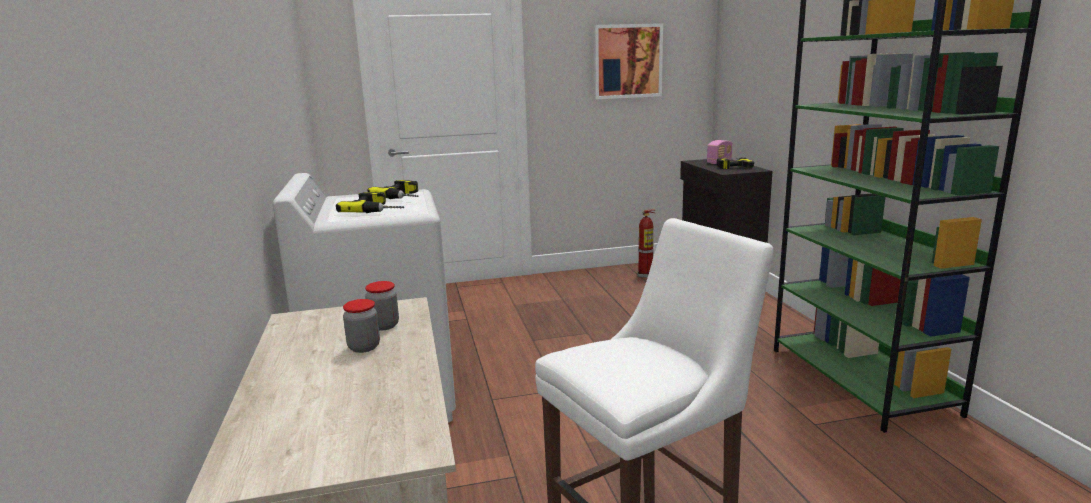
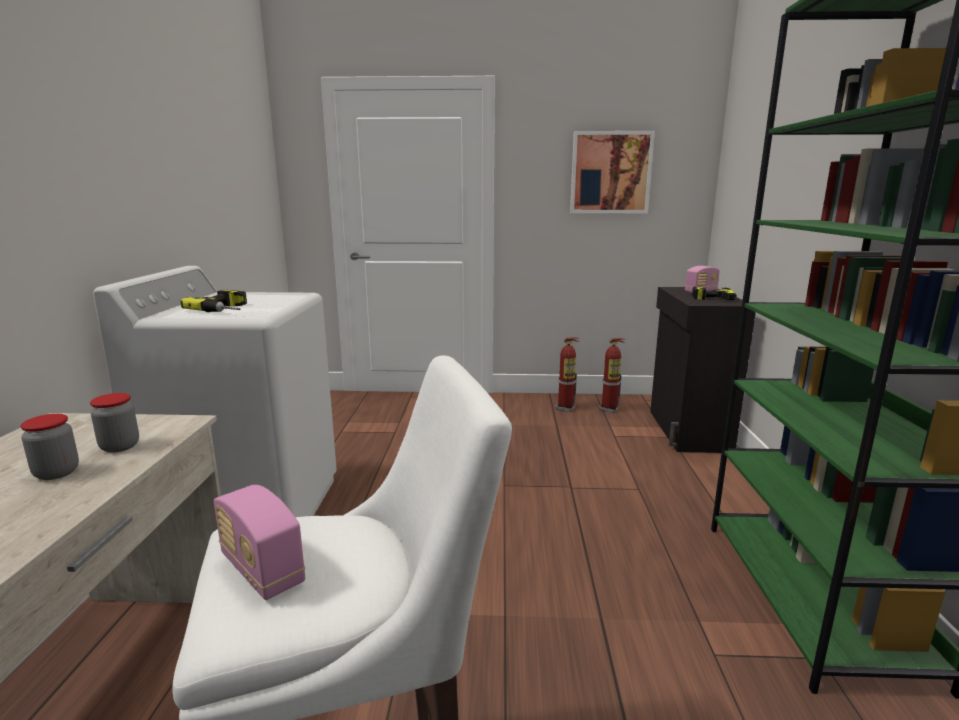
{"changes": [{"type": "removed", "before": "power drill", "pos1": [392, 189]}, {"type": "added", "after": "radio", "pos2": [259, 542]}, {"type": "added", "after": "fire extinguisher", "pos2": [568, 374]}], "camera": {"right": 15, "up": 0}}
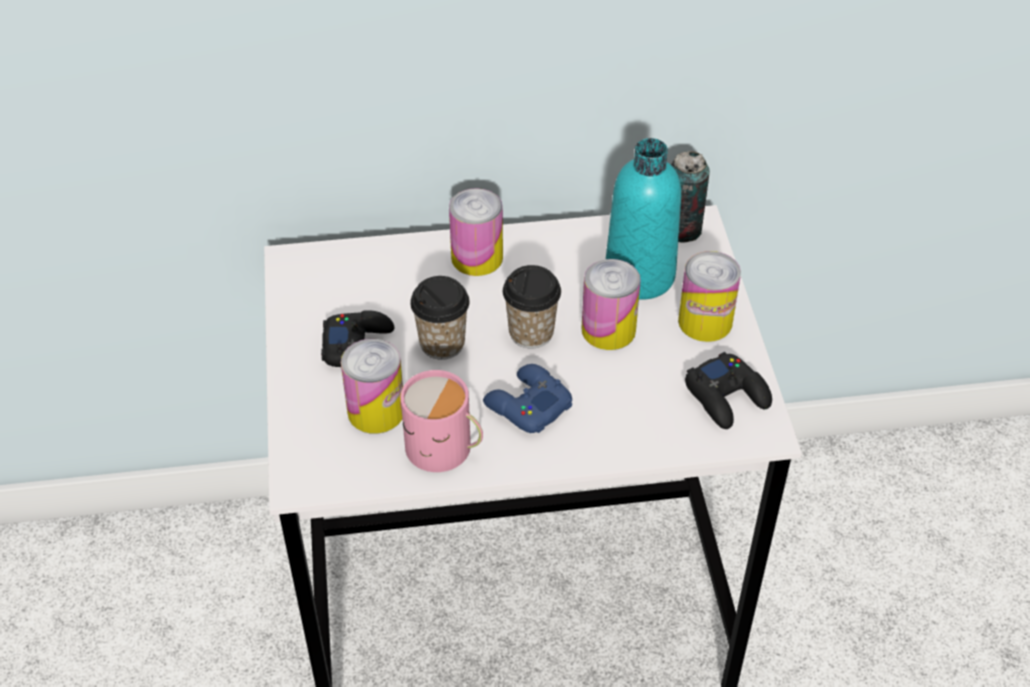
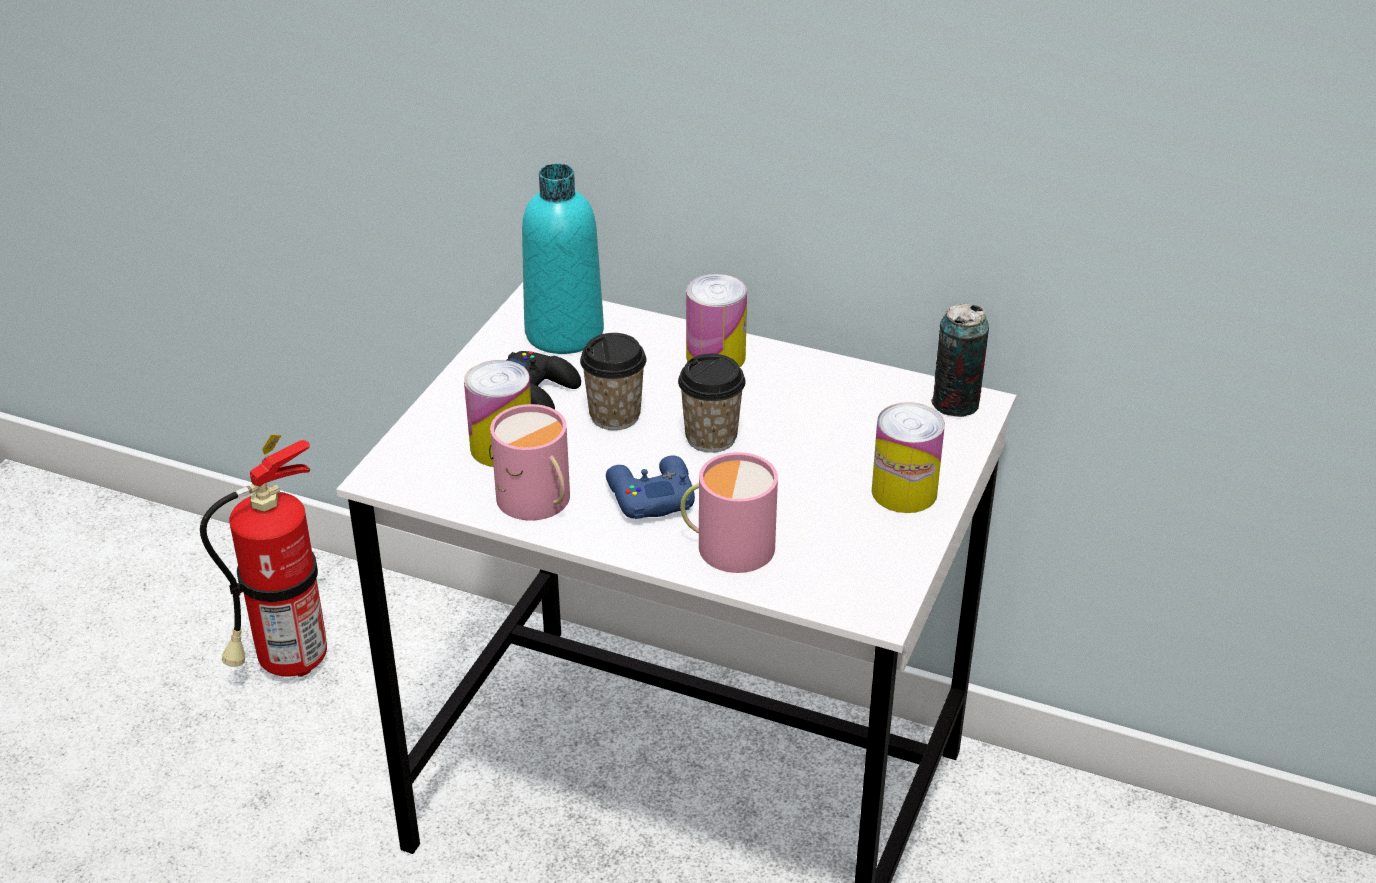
{"changes": [{"type": "removed", "before": "metal can", "pos1": [611, 304]}, {"type": "moved", "before": "blue-green beverage bottle", "pos1": [643, 219], "pos2": [563, 259]}, {"type": "removed", "before": "black-coloured game controller", "pos1": [728, 390]}, {"type": "added", "after": "fire extinguisher", "pos2": [263, 556]}, {"type": "added", "after": "pink-coloured mug", "pos2": [729, 512]}], "camera": {"right": 30, "up": -10}}
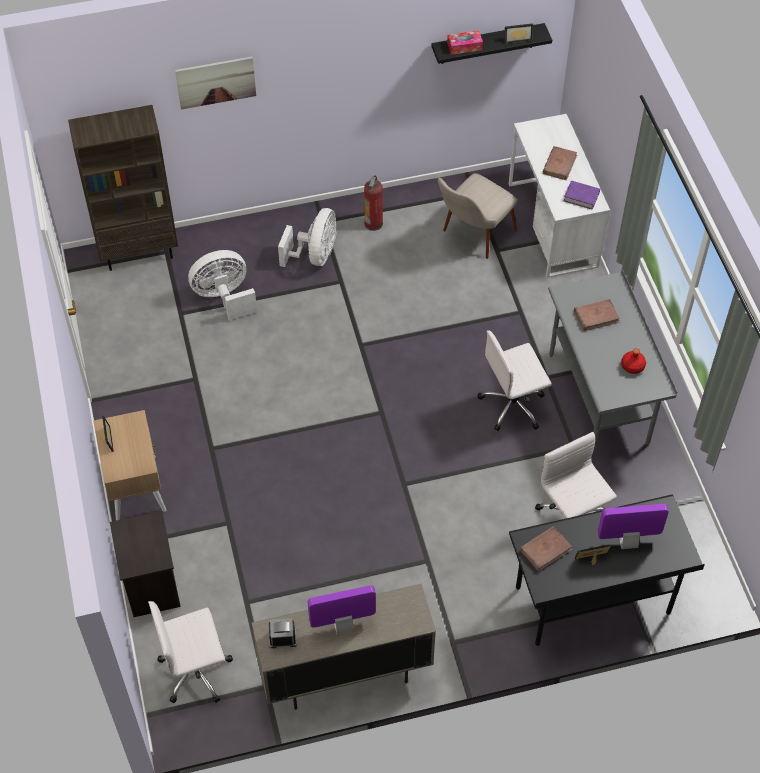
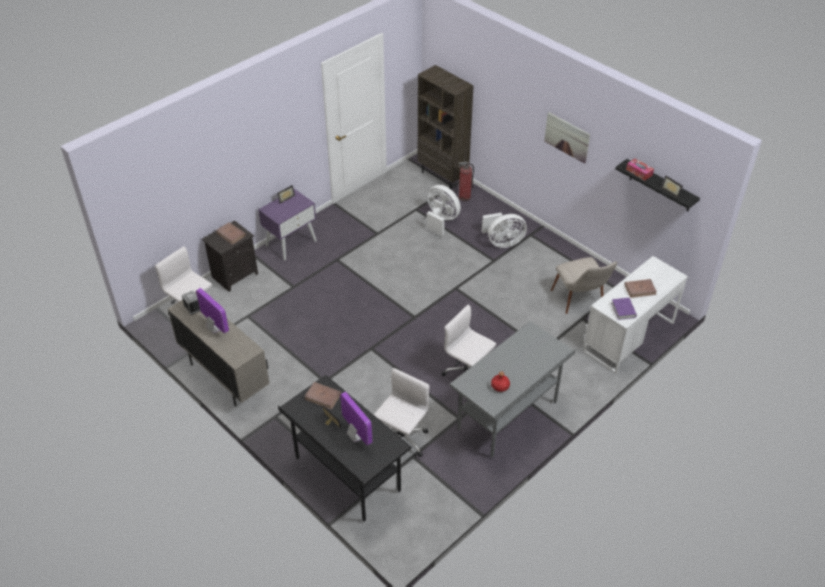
{"changes": [{"type": "recoloured", "before": "sand-coloured nightstand", "after": "purple nightstand", "pos1": [129, 465], "pos2": [287, 224]}, {"type": "moved", "before": "wall picture", "pos1": [215, 83], "pos2": [567, 138]}, {"type": "moved", "before": "fire extinguisher", "pos1": [373, 203], "pos2": [466, 181]}, {"type": "turned", "before": "sand-coloured chair", "pos1": [478, 216], "pos2": [584, 285], "turn": -120}, {"type": "moved", "before": "brown-coloured book", "pos1": [597, 315], "pos2": [231, 233]}], "camera": {"right": 60, "up": -10}}
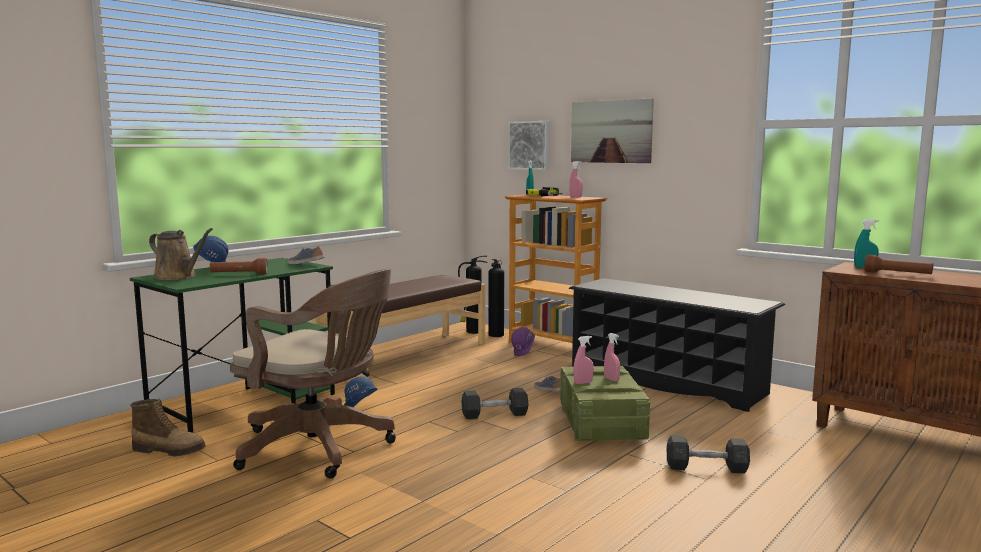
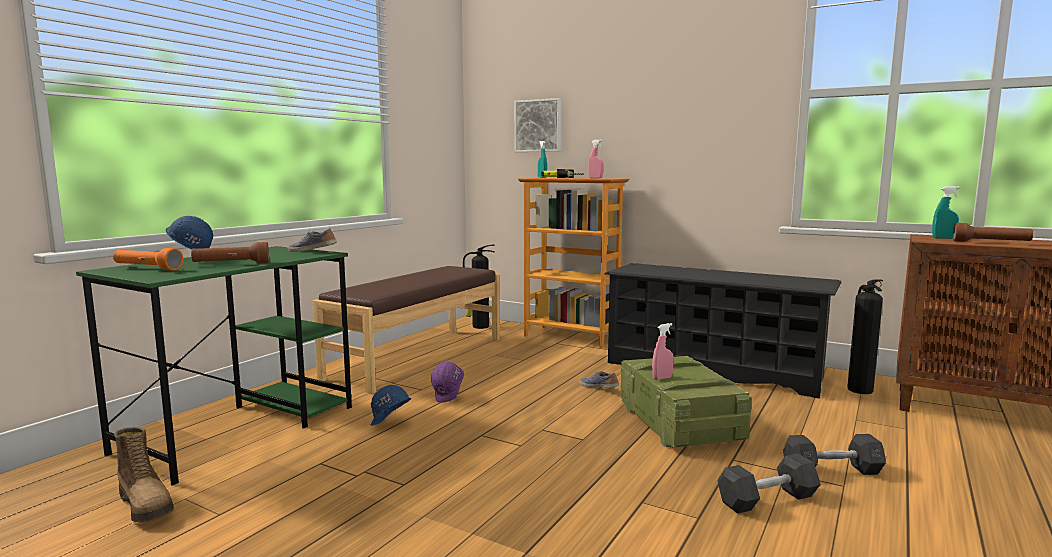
{"changes": [{"type": "turned", "before": "high-top boot", "pos1": [168, 427], "pos2": [144, 474], "turn": 45}, {"type": "replaced", "before": "brown-coloured watering can", "after": "orange-coloured flashlight", "pos1": [181, 254], "pos2": [148, 259]}, {"type": "removed", "before": "brown-coloured computer chair", "pos1": [313, 373]}, {"type": "moved", "before": "gray hand weight", "pos1": [495, 403], "pos2": [769, 483]}, {"type": "moved", "before": "fire extinguisher", "pos1": [496, 298], "pos2": [865, 336]}, {"type": "moved", "before": "purple safety helmet", "pos1": [523, 341], "pos2": [447, 382]}, {"type": "removed", "before": "wall picture", "pos1": [612, 130]}, {"type": "removed", "before": "pink-coloured hand sprayer", "pos1": [612, 357]}], "camera": {"right": -10, "up": 0}}
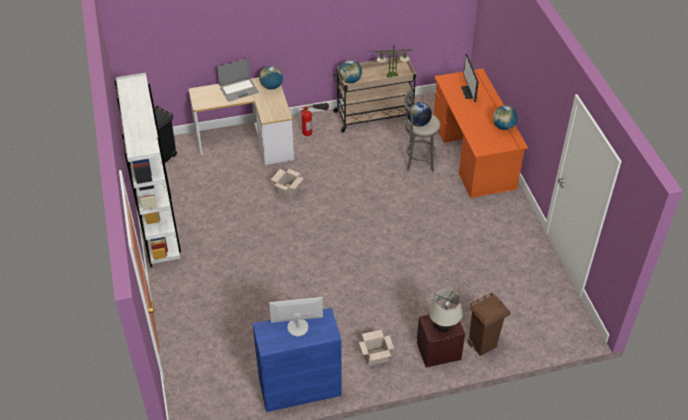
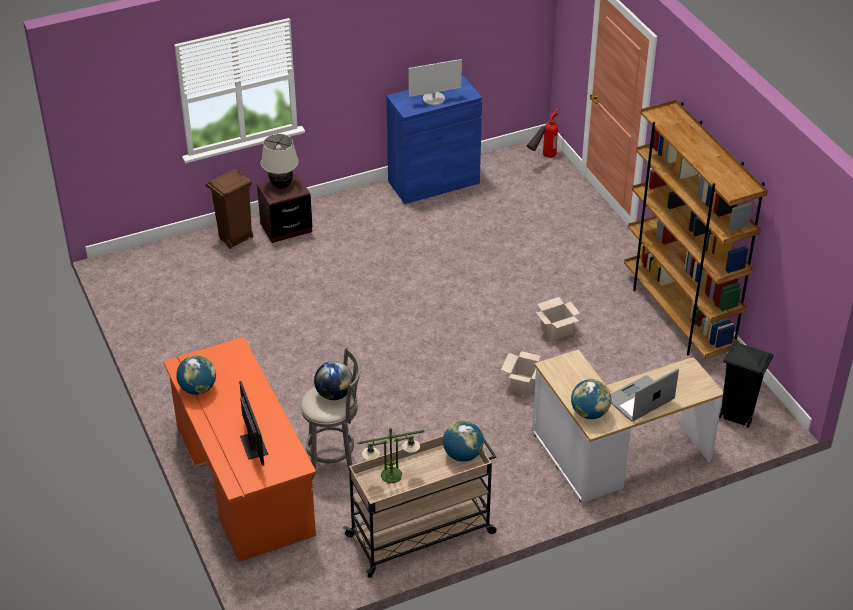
{"changes": [{"type": "recoloured", "before": "white shelving unit", "after": "brown-coloured shelving unit", "pos1": [147, 170], "pos2": [696, 229]}, {"type": "moved", "before": "fire extinguisher", "pos1": [314, 119], "pos2": [542, 133]}, {"type": "moved", "before": "carton", "pos1": [376, 348], "pos2": [558, 319]}], "camera": {"right": 170, "up": -5}}
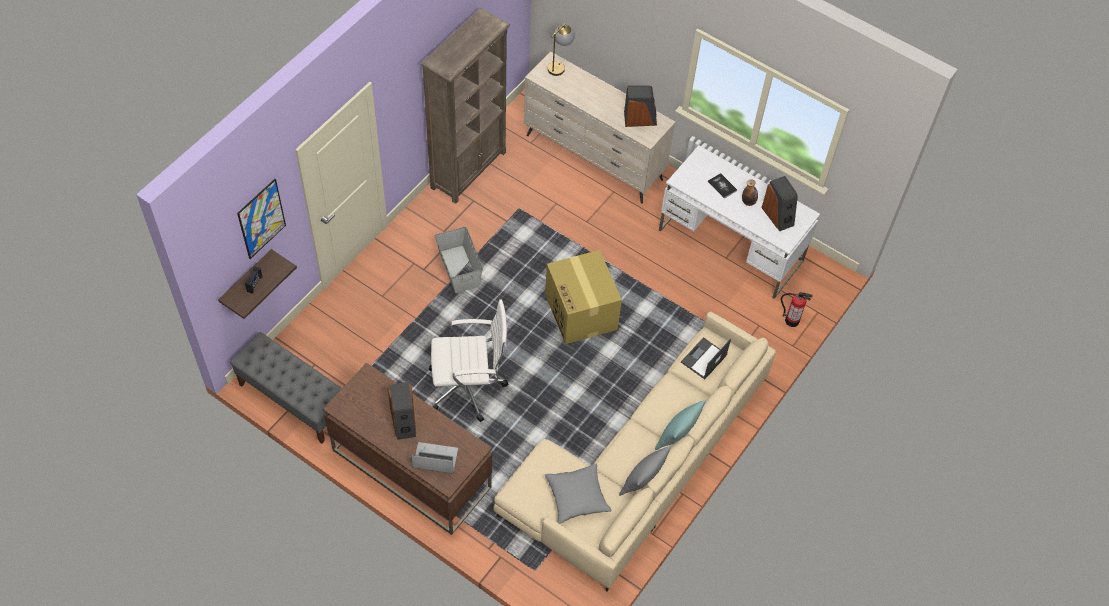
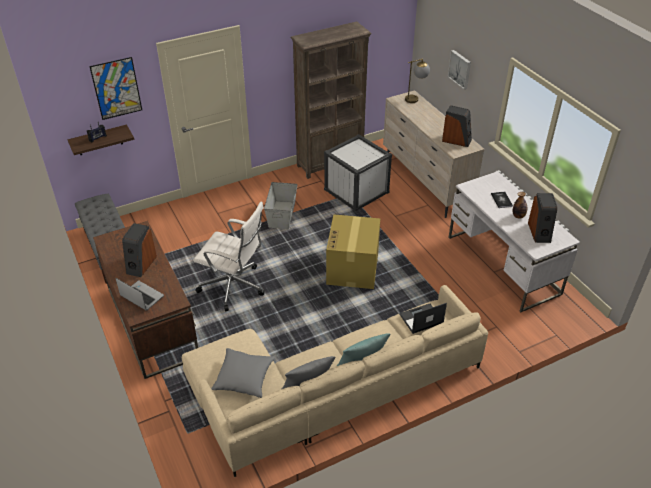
{"changes": [{"type": "removed", "before": "fire extinguisher", "pos1": [797, 309]}, {"type": "added", "after": "white storage box", "pos2": [358, 172]}, {"type": "added", "after": "wall picture", "pos2": [459, 69]}], "camera": {"right": 30, "up": -15}}
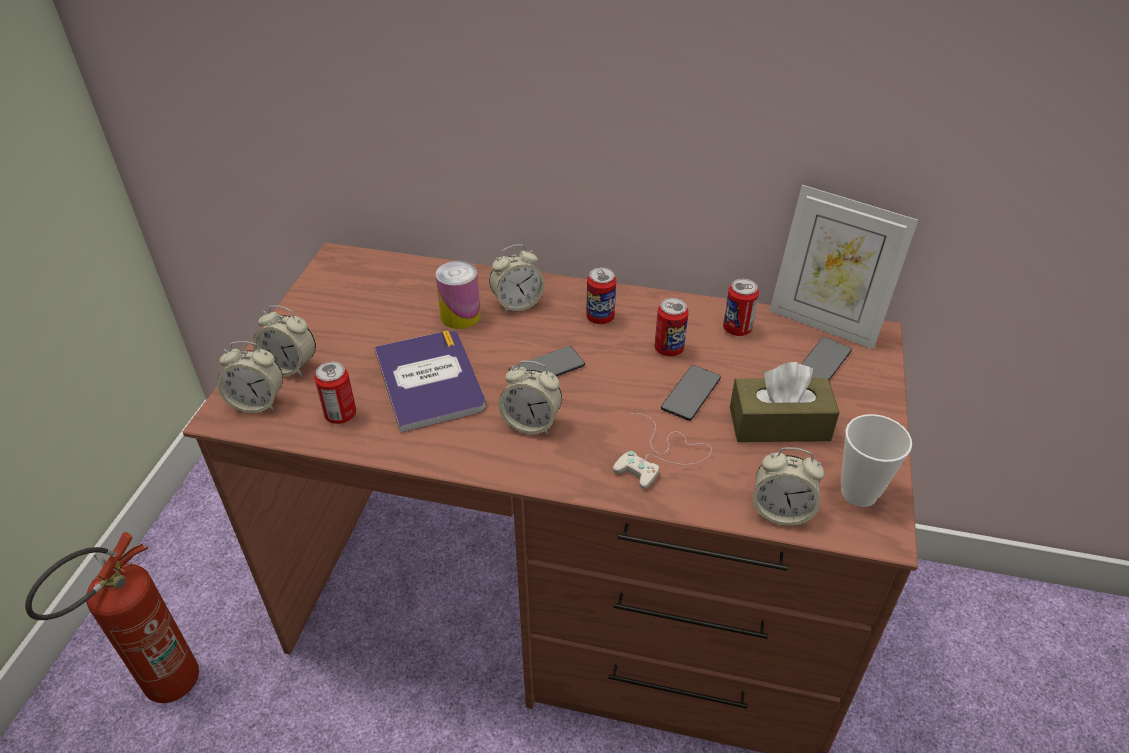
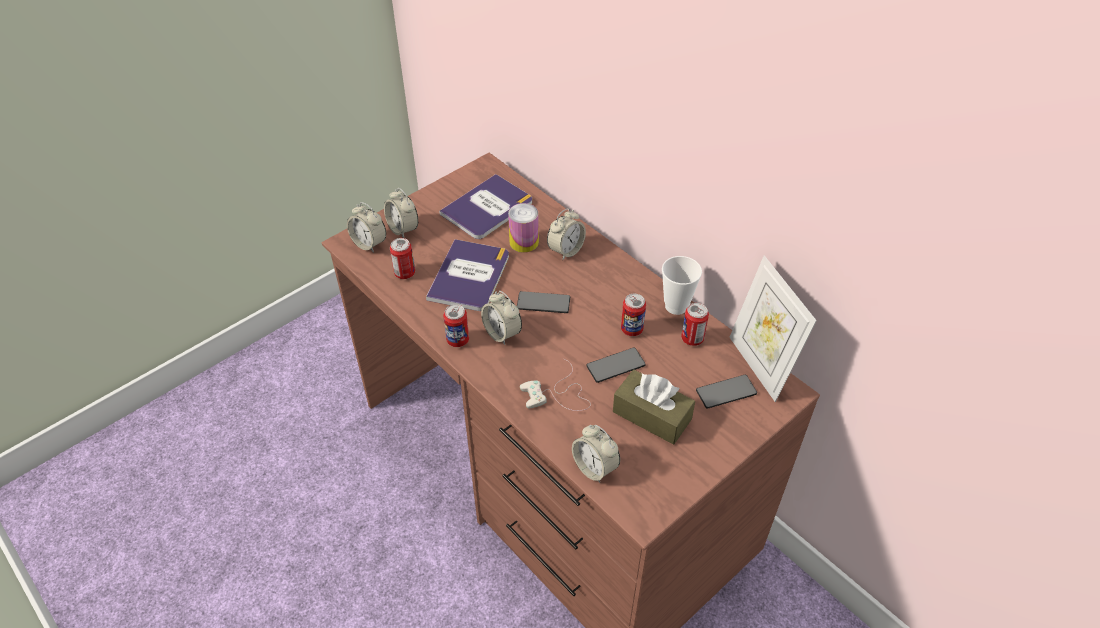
{"changes": [{"type": "removed", "before": "fire extinguisher", "pos1": [112, 617]}, {"type": "turned", "before": "table clock", "pos1": [517, 279], "pos2": [566, 234], "turn": -60}, {"type": "moved", "before": "metal can", "pos1": [601, 296], "pos2": [456, 325]}, {"type": "moved", "before": "small cup", "pos1": [876, 460], "pos2": [682, 285]}, {"type": "added", "after": "book", "pos2": [485, 206]}], "camera": {"right": 35, "up": 5}}
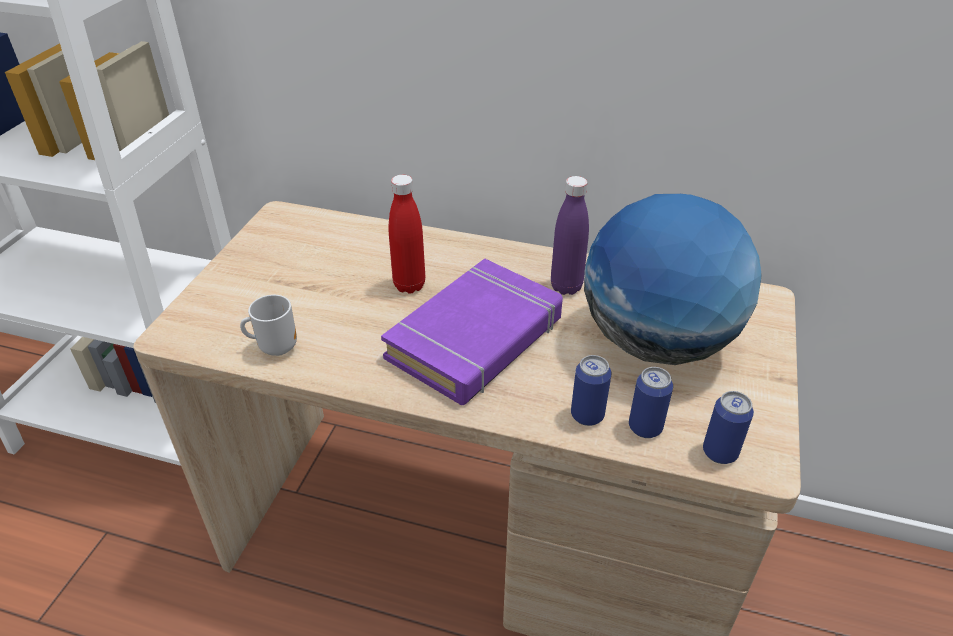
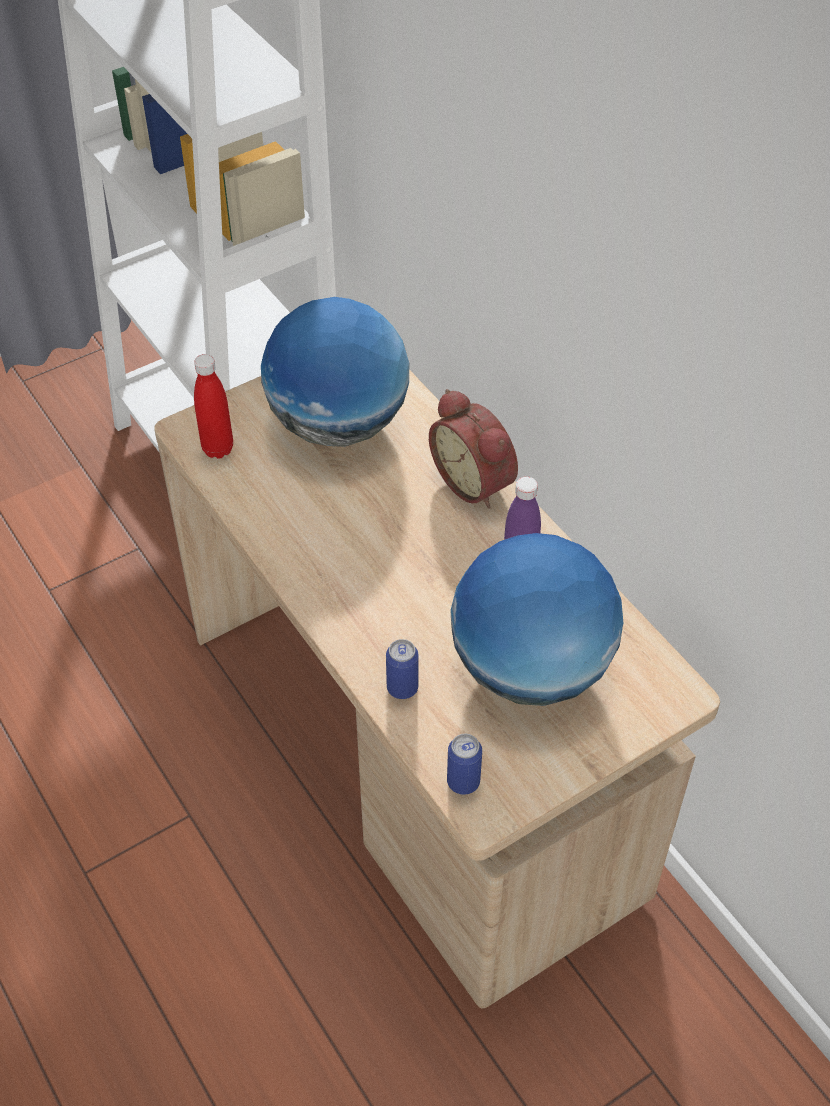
{"changes": [{"type": "removed", "before": "mug", "pos1": [268, 325]}, {"type": "removed", "before": "purple book", "pos1": [472, 332]}, {"type": "moved", "before": "red beverage bottle", "pos1": [407, 234], "pos2": [213, 406]}, {"type": "removed", "before": "metal can", "pos1": [651, 402]}, {"type": "added", "after": "desk globe", "pos2": [335, 372]}, {"type": "added", "after": "table clock", "pos2": [473, 449]}], "camera": {"right": 40, "up": 10}}
